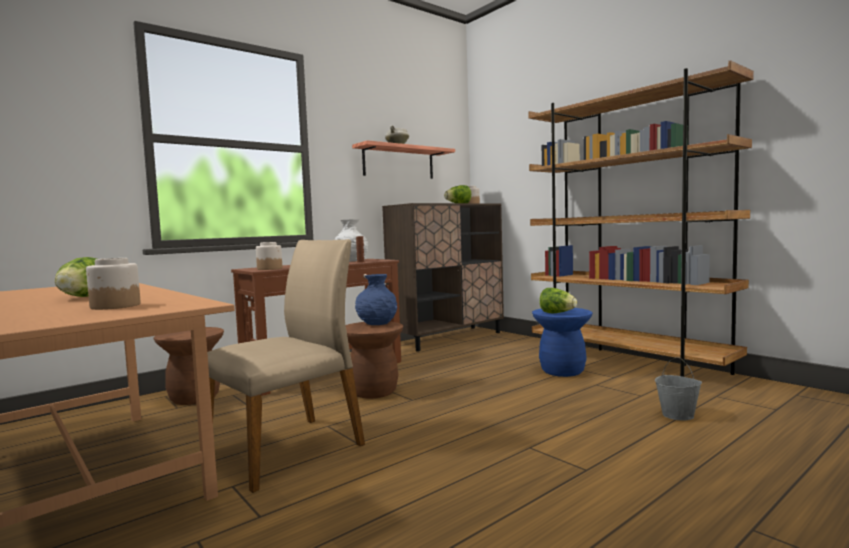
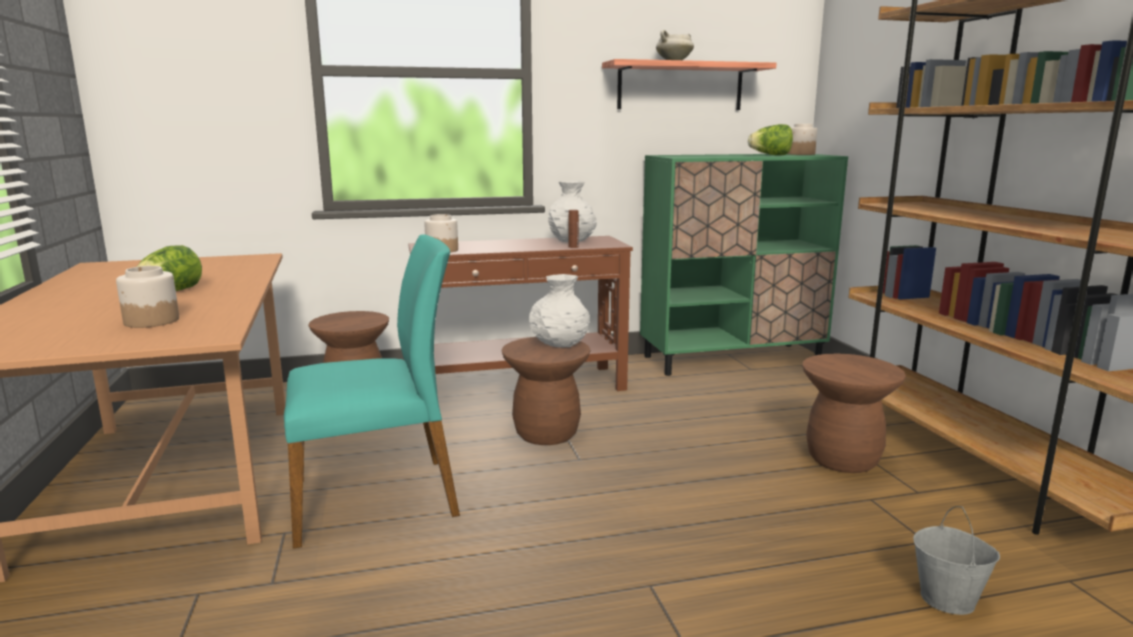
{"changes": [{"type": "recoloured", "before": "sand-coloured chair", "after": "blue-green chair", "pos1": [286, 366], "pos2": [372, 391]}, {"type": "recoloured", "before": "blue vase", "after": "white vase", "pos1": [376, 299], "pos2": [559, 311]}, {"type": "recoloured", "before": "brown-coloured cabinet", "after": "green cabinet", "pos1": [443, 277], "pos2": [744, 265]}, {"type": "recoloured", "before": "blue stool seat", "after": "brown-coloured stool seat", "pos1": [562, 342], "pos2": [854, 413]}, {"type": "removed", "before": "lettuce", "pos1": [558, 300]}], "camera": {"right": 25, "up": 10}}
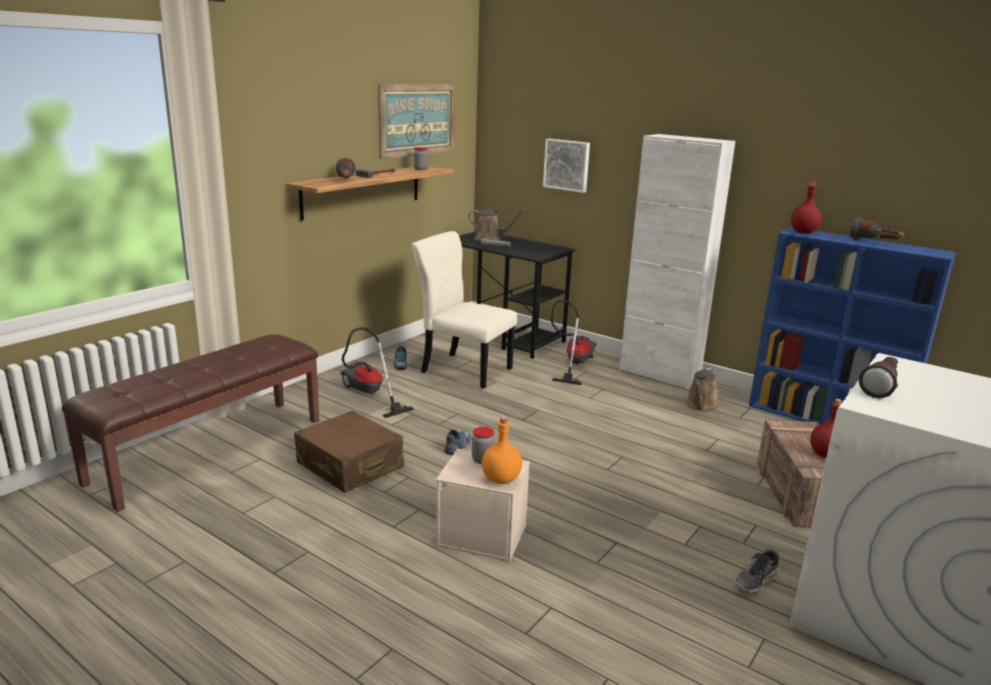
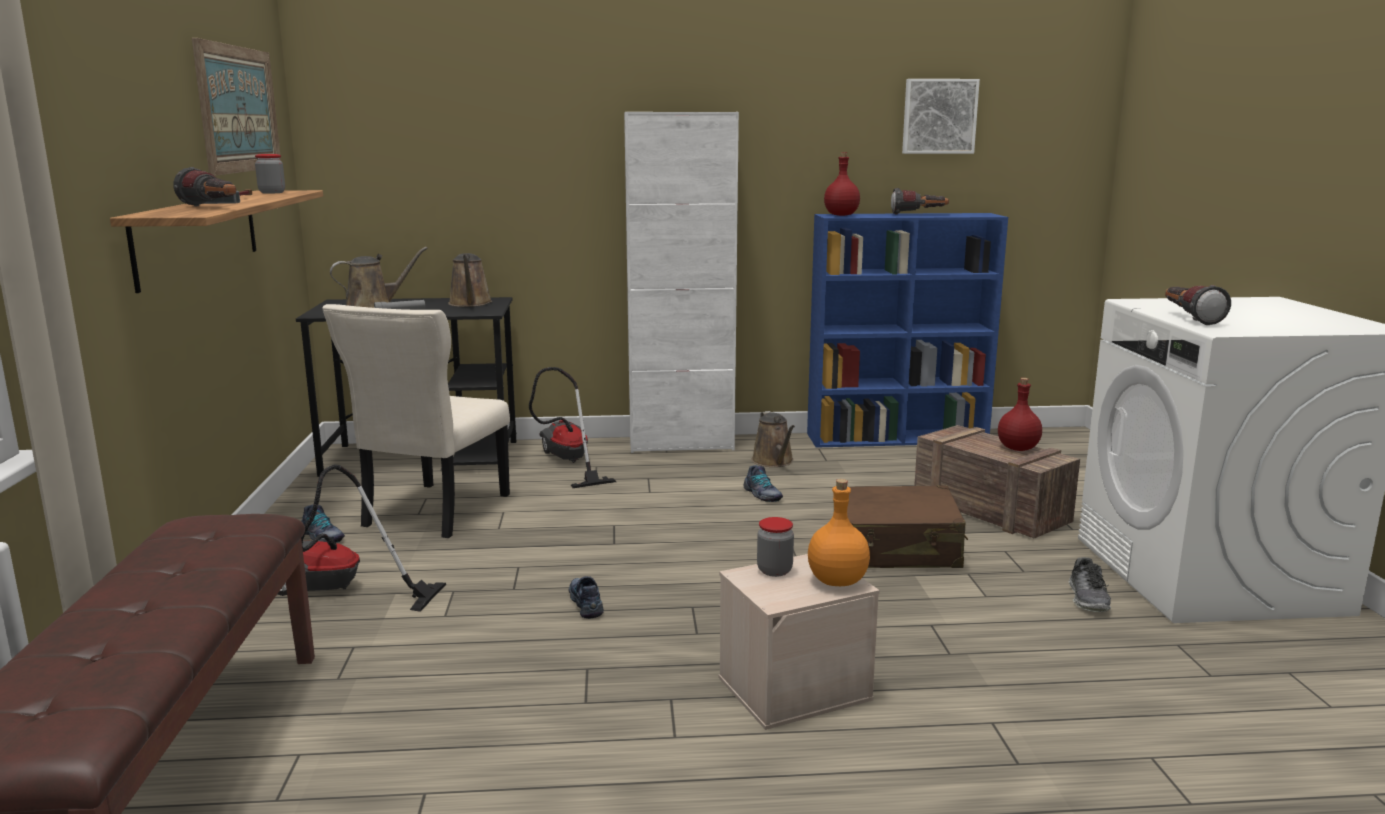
{"changes": [{"type": "moved", "before": "brown-coloured piece of luggage", "pos1": [349, 452], "pos2": [907, 526]}, {"type": "turned", "before": "sand-coloured chair", "pos1": [464, 310], "pos2": [416, 421], "turn": -60}, {"type": "moved", "before": "wall picture", "pos1": [566, 166], "pos2": [941, 116]}, {"type": "added", "after": "brown-coloured watering can", "pos2": [470, 280]}, {"type": "added", "after": "item of footwear", "pos2": [763, 483]}], "camera": {"right": -40, "up": -5}}
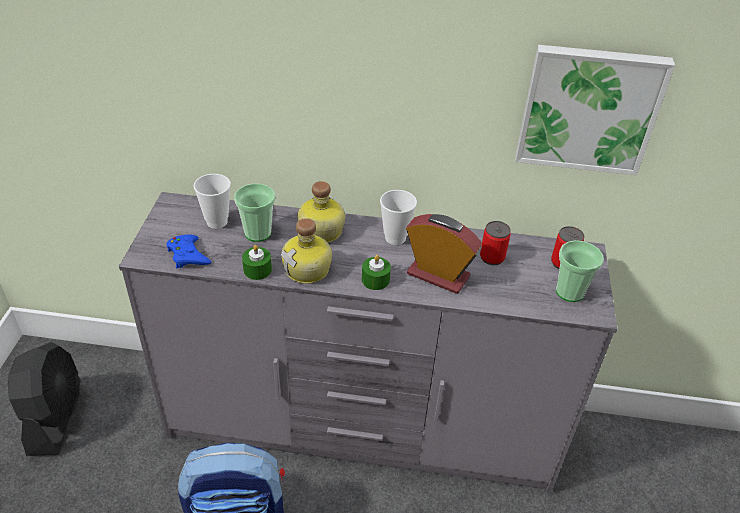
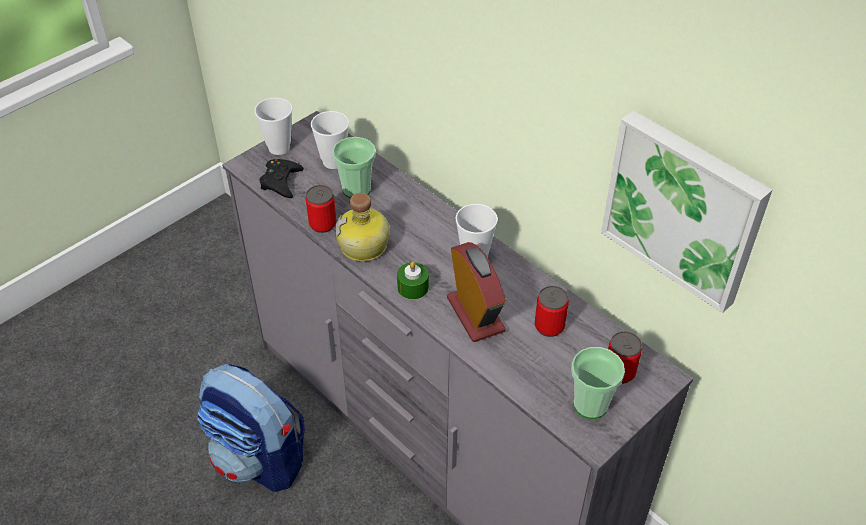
{"changes": [{"type": "removed", "before": "black-coloured fan", "pos1": [44, 399]}, {"type": "recoloured", "before": "blue game controller", "after": "black-coloured game controller", "pos1": [189, 251], "pos2": [282, 178]}, {"type": "replaced", "before": "green candle", "after": "metal can", "pos1": [257, 262], "pos2": [321, 209]}, {"type": "removed", "before": "beverage bottle", "pos1": [321, 212]}, {"type": "added", "after": "small cup", "pos2": [274, 126]}], "camera": {"right": 40, "up": 5}}
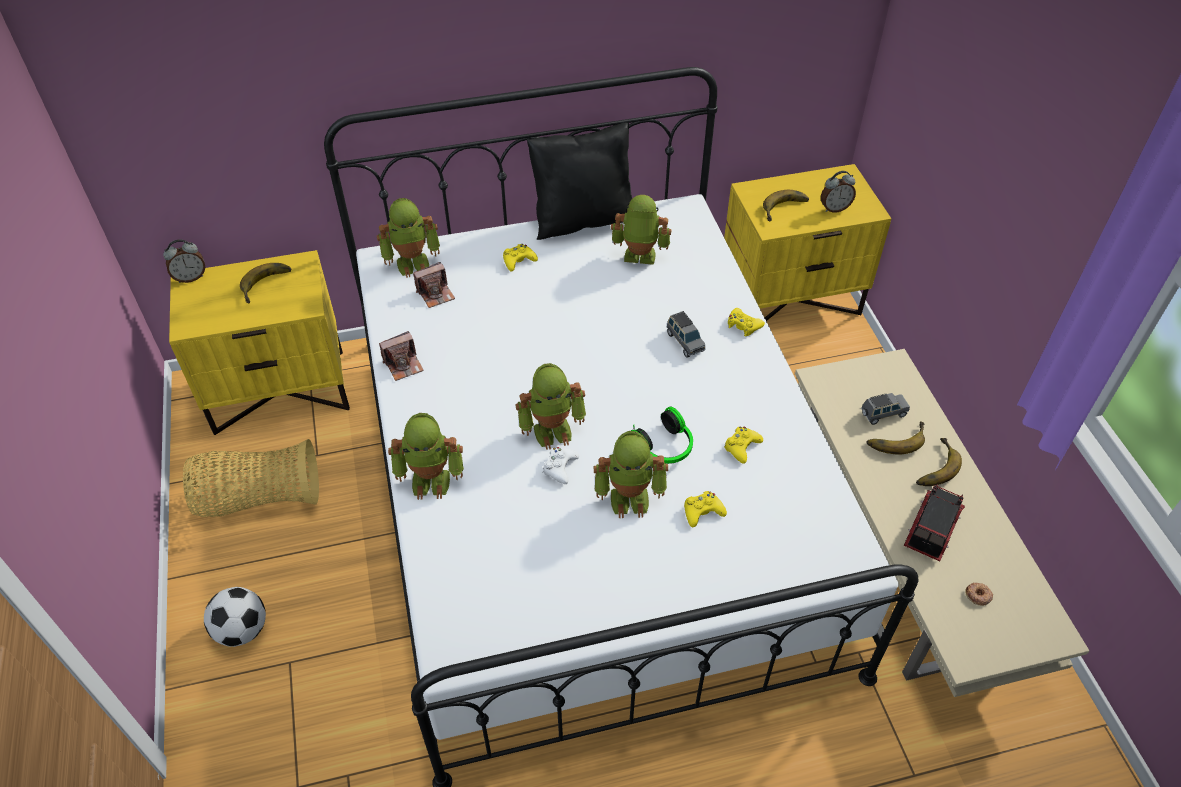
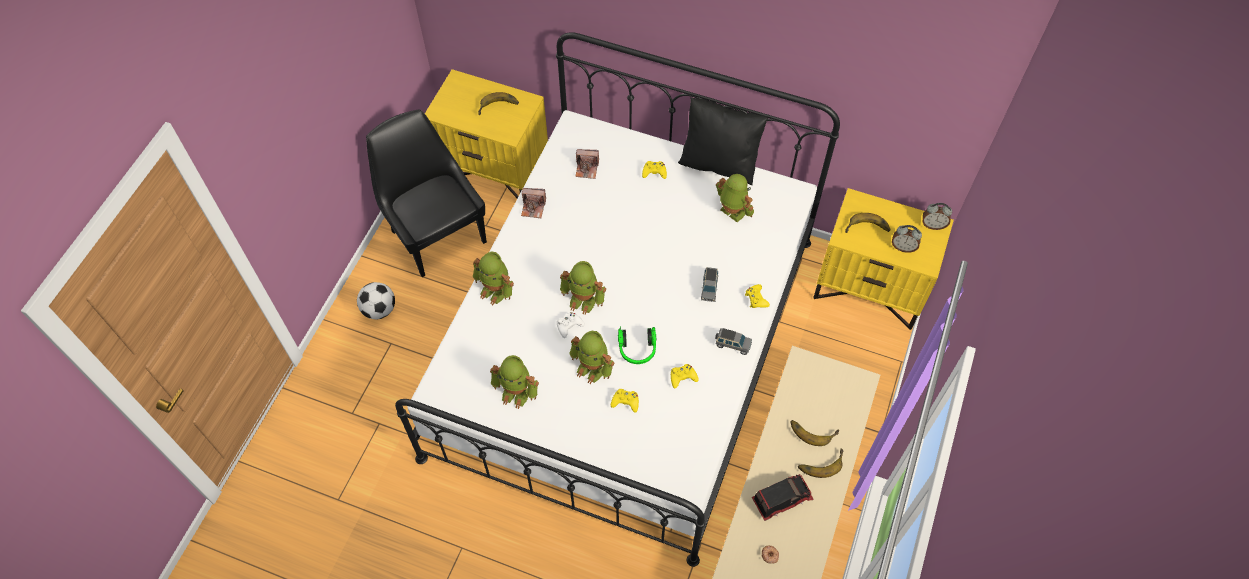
{"changes": [{"type": "moved", "before": "table clock", "pos1": [184, 261], "pos2": [937, 216]}, {"type": "replaced", "before": "basket", "after": "black-coloured chair", "pos1": [251, 478], "pos2": [426, 193]}, {"type": "moved", "before": "robot figure", "pos1": [408, 238], "pos2": [514, 382]}, {"type": "moved", "before": "gray miniature car", "pos1": [885, 409], "pos2": [733, 341]}], "camera": {"right": 35, "up": 10}}
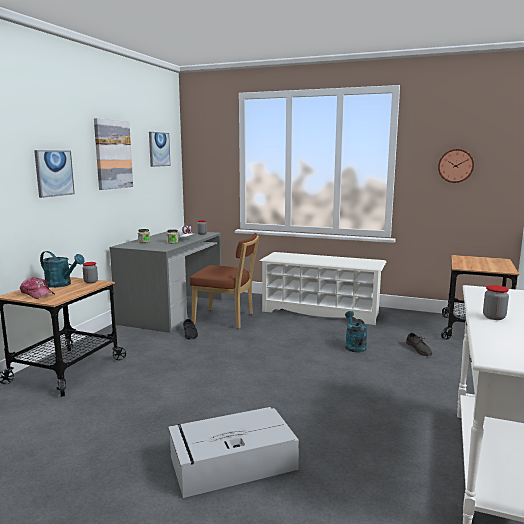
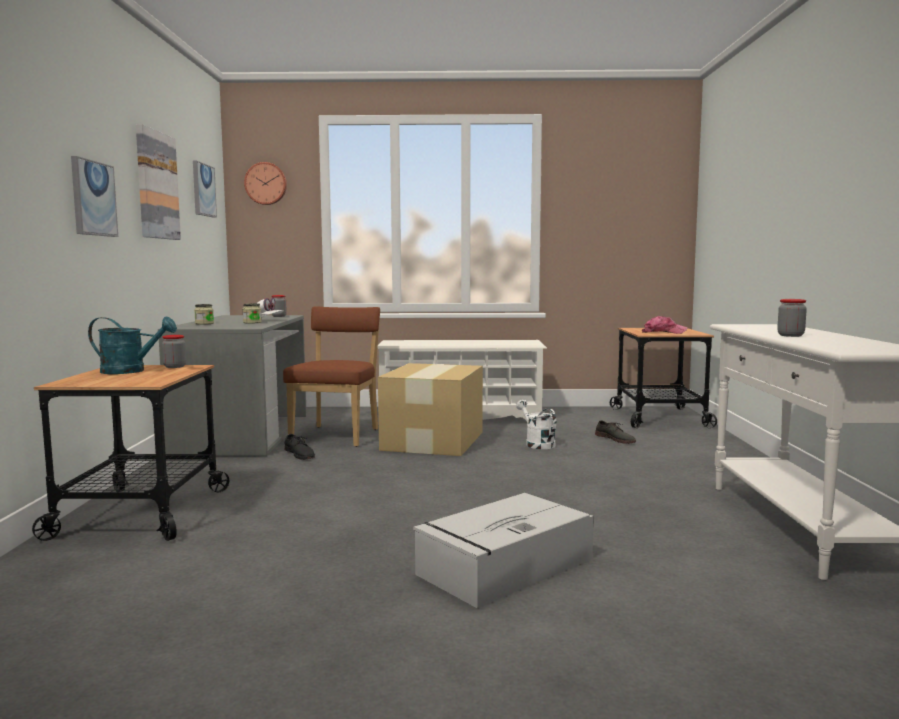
{"changes": [{"type": "moved", "before": "peaked cap", "pos1": [37, 288], "pos2": [665, 325]}, {"type": "turned", "before": "brown-coloured chair", "pos1": [224, 281], "pos2": [331, 377], "turn": -75}, {"type": "recoloured", "before": "blue-green watering can", "after": "white watering can", "pos1": [356, 332], "pos2": [536, 424]}, {"type": "moved", "before": "wall clock", "pos1": [456, 166], "pos2": [265, 183]}, {"type": "added", "after": "carton", "pos2": [430, 409]}], "camera": {"right": -20, "up": -5}}
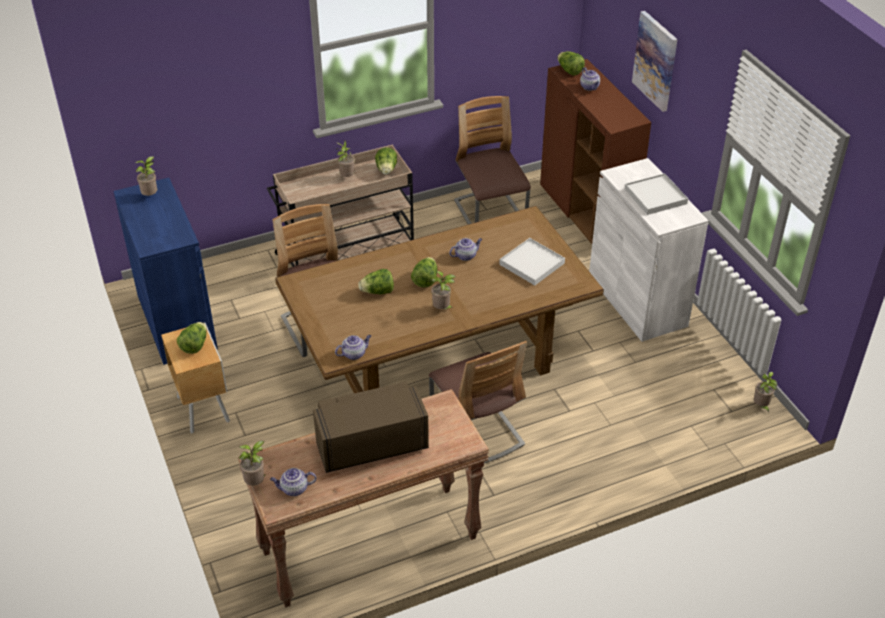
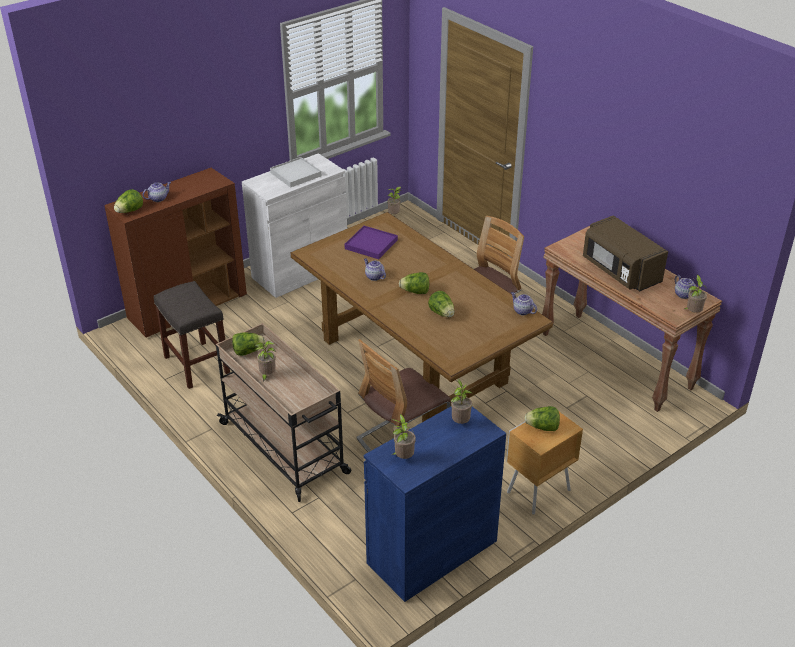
{"changes": [{"type": "moved", "before": "potted plant", "pos1": [443, 290], "pos2": [461, 401]}, {"type": "replaced", "before": "chair", "after": "gray stool seat", "pos1": [492, 160], "pos2": [192, 335]}, {"type": "recoloured", "before": "white serving tray", "after": "purple serving tray", "pos1": [532, 261], "pos2": [371, 242]}, {"type": "removed", "before": "wall picture", "pos1": [655, 61]}], "camera": {"right": -105, "up": -5}}
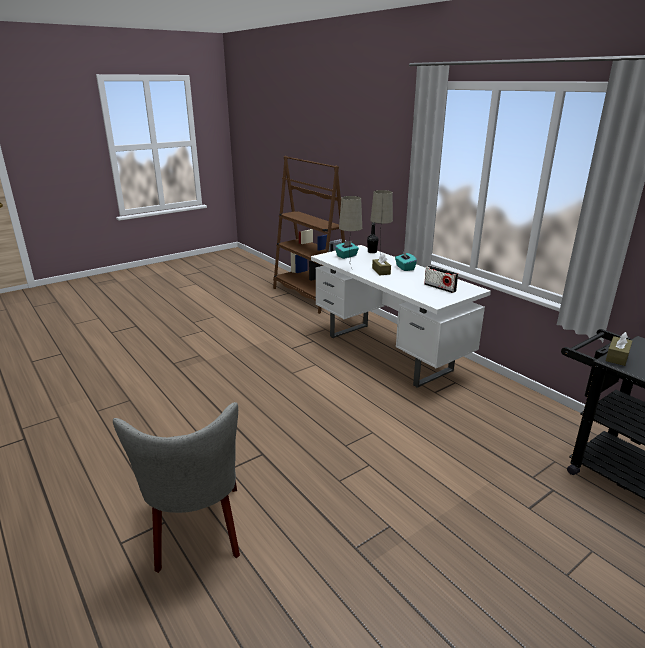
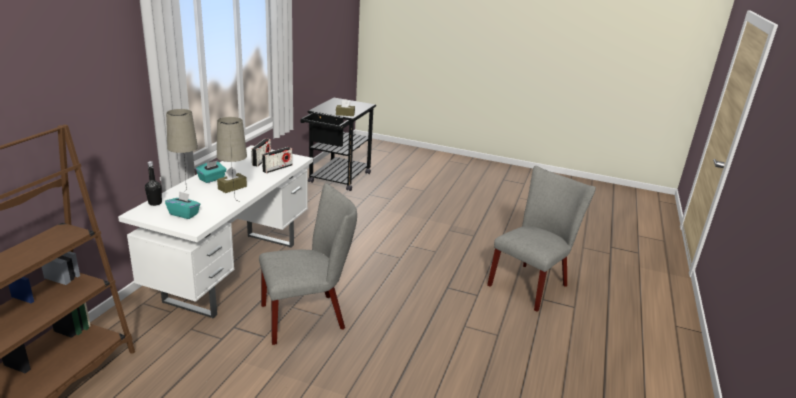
{"changes": [{"type": "added", "after": "gray chair", "pos2": [308, 264]}, {"type": "added", "after": "radio", "pos2": [277, 160]}], "camera": {"right": -125, "up": 0}}
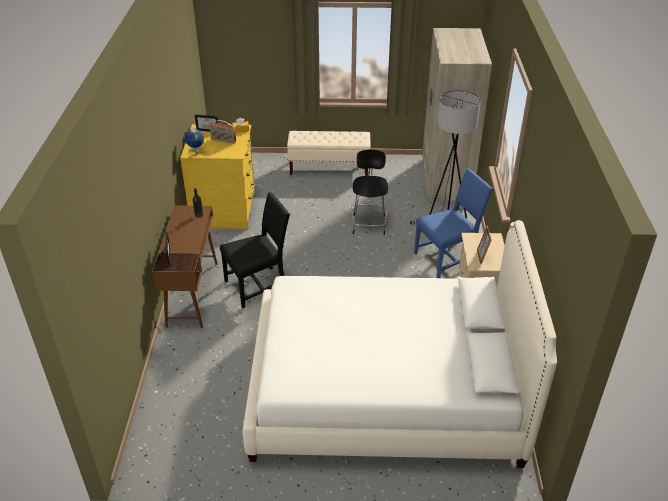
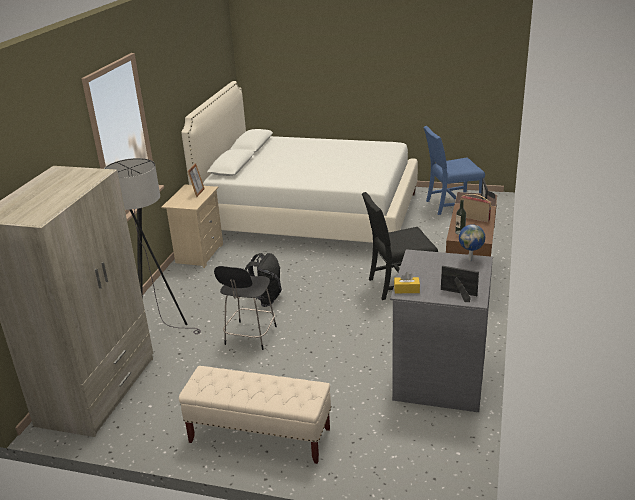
{"changes": [{"type": "recoloured", "before": "yellowish drawer chest", "after": "gray drawer chest", "pos1": [217, 176], "pos2": [441, 330]}, {"type": "moved", "before": "radio", "pos1": [223, 132], "pos2": [475, 208]}, {"type": "moved", "before": "blue chair", "pos1": [453, 223], "pos2": [454, 170]}, {"type": "added", "after": "black-coloured backpack", "pos2": [263, 280]}], "camera": {"right": -165, "up": -10}}
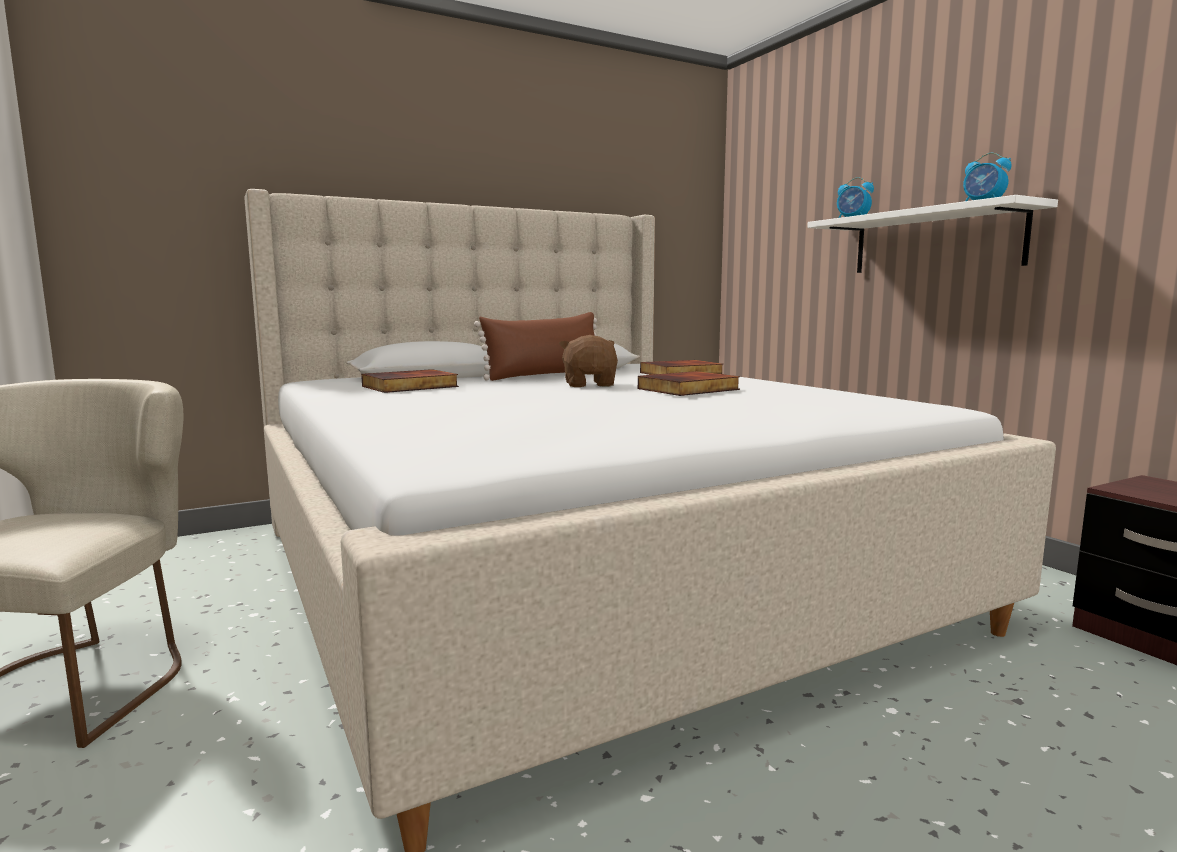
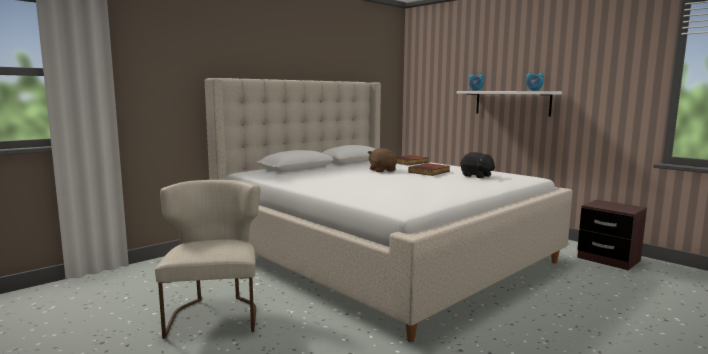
{"changes": [{"type": "removed", "before": "book", "pos1": [410, 381]}, {"type": "removed", "before": "brown-coloured cushion", "pos1": [535, 346]}, {"type": "added", "after": "black-coloured soft toy", "pos2": [478, 165]}], "camera": {"right": -15, "up": 0}}
